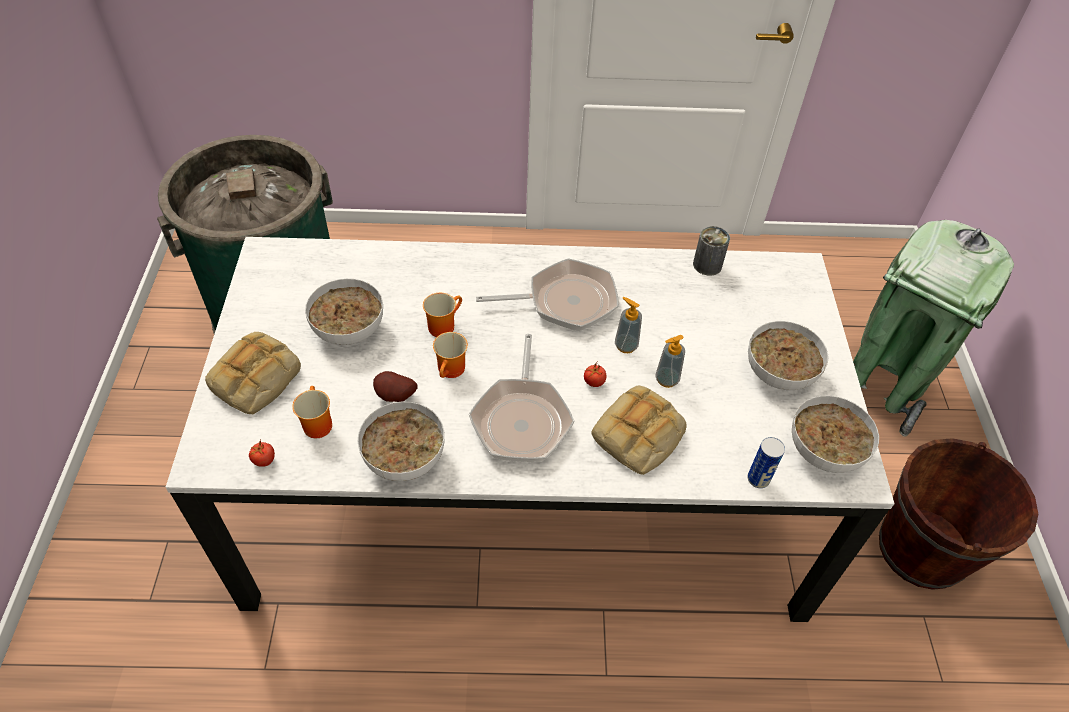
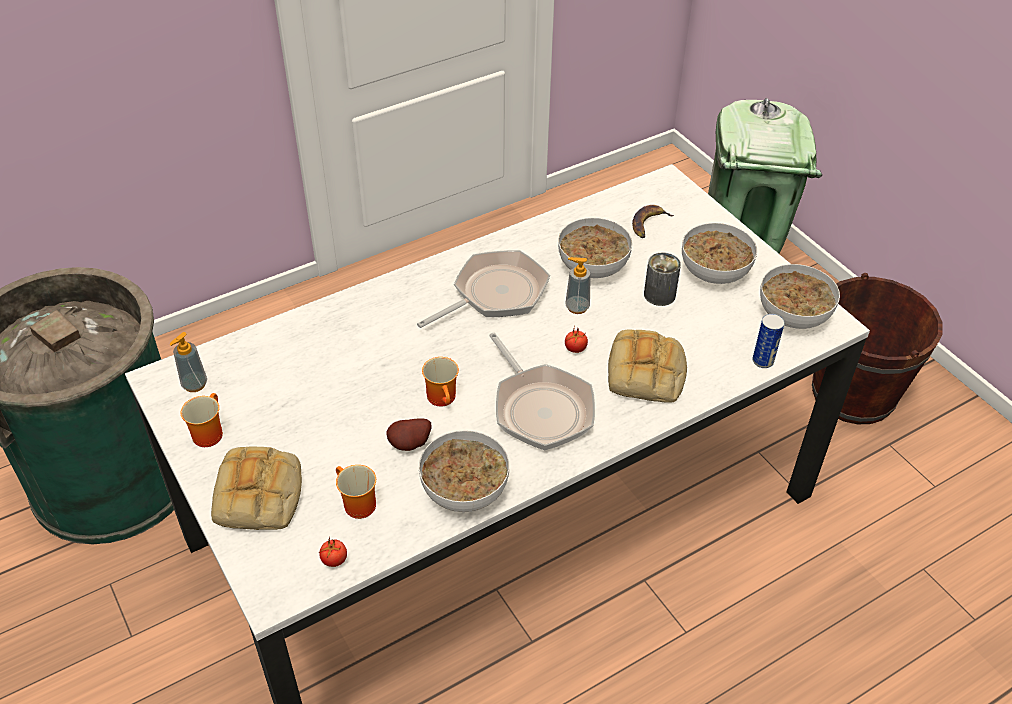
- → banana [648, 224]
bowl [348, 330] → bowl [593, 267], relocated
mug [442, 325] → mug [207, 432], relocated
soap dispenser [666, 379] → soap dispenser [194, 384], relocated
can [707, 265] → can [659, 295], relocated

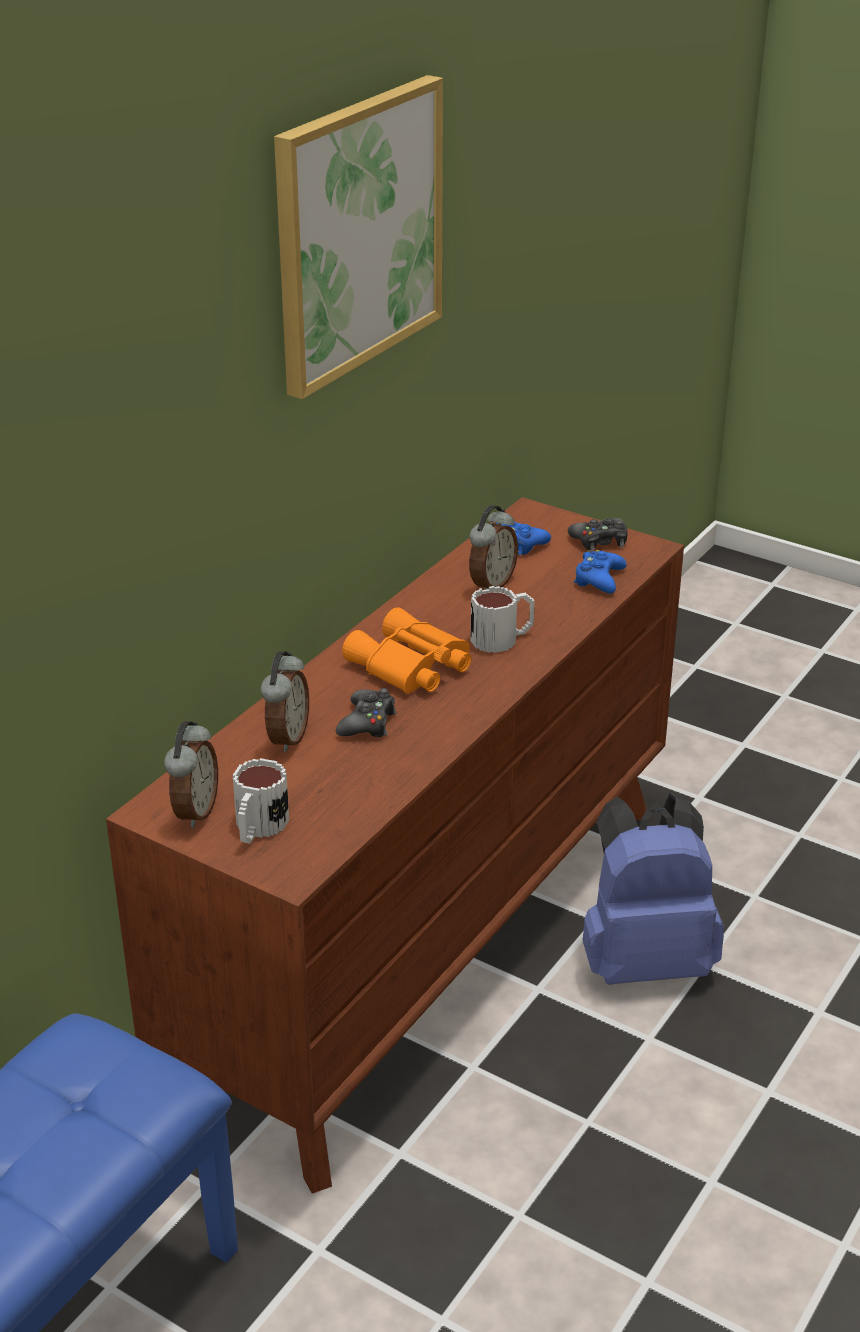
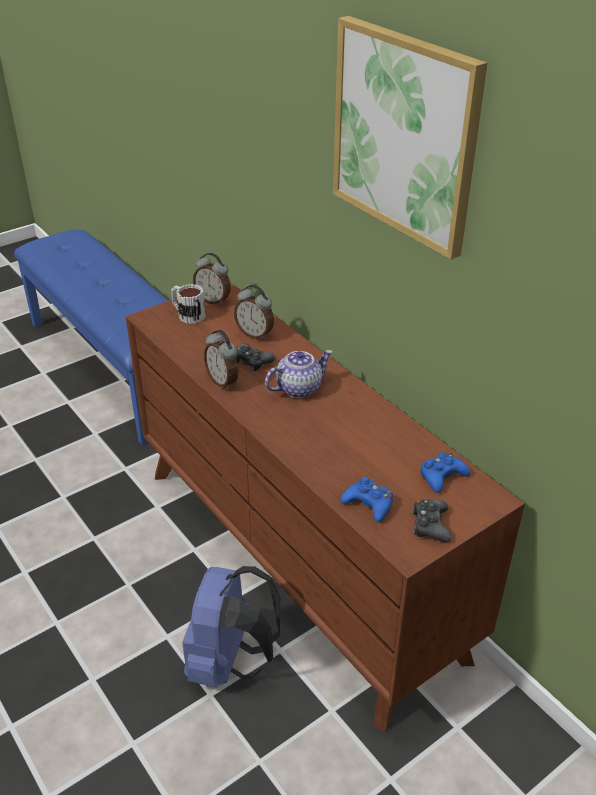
mug [502, 638] → -
alarm clock [491, 584] → alarm clock [223, 381], relocated
orange binoculars [410, 667] → teapot [299, 388]

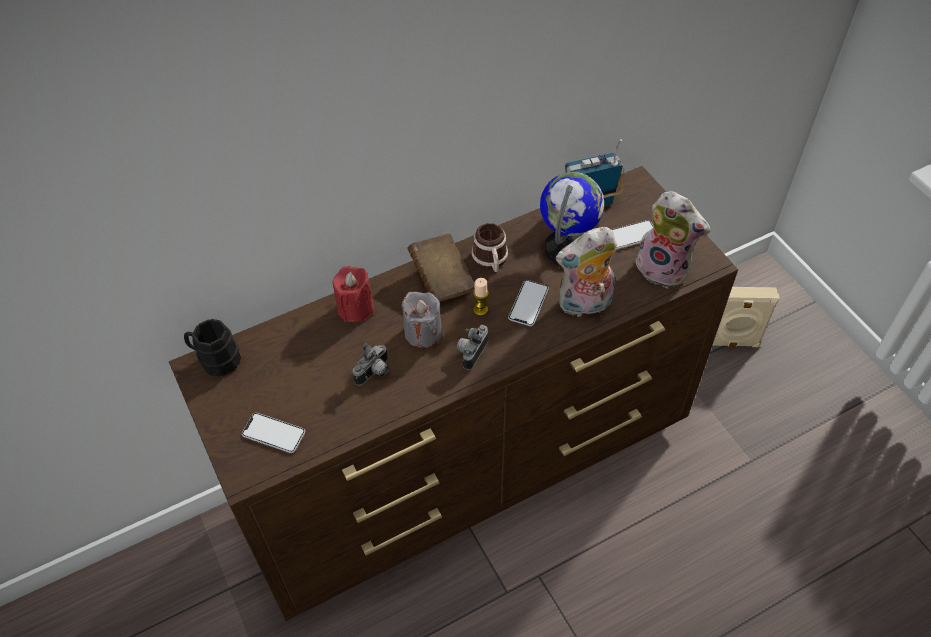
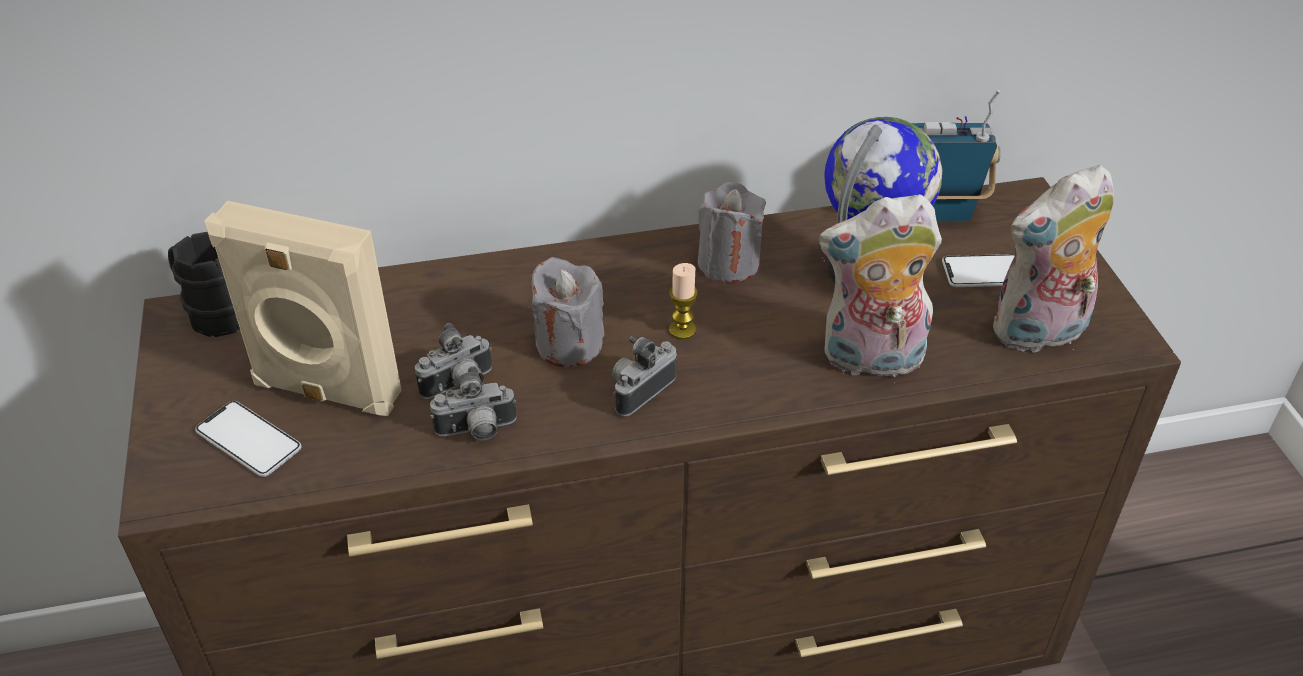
red candle [355, 308] → -
brown book [441, 279] → -
phone [528, 303] → -
- → photo camera [477, 431]
beige speaker [730, 342] → beige speaker [325, 392], relocated
mug [490, 261] → grey candle [728, 263]
plush toy [664, 269] → plush toy [1038, 334], 105 degrees clockwise

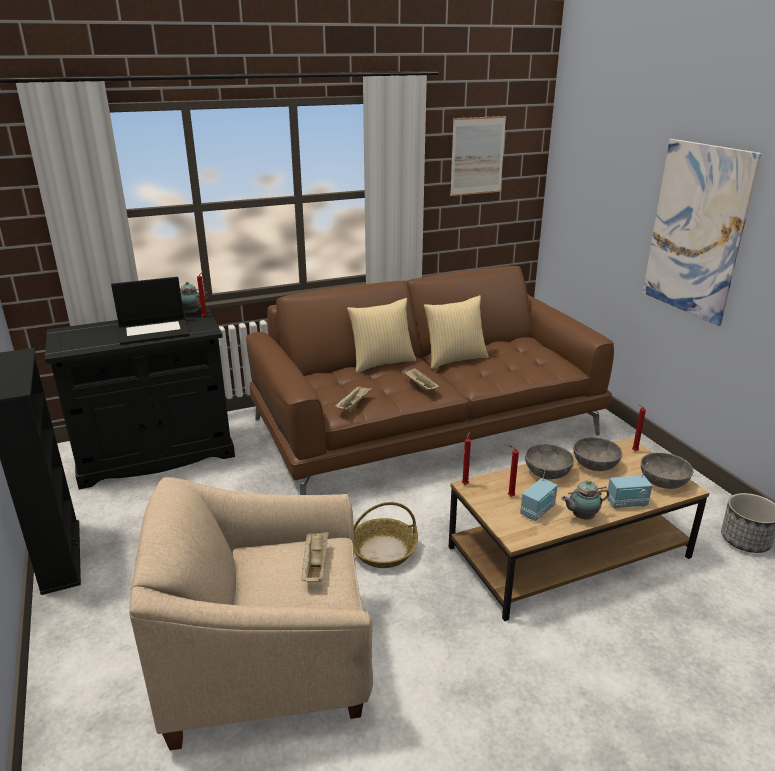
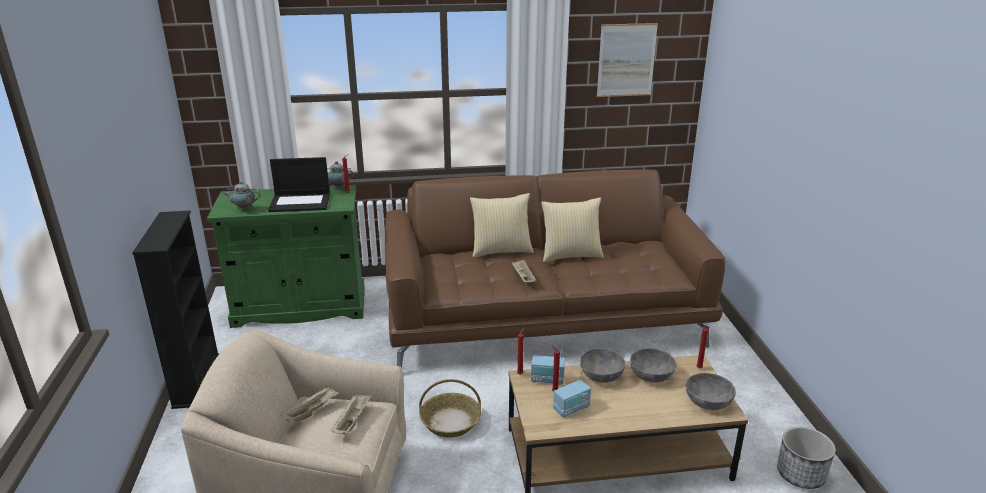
picture [696, 231] → -
beige tray [353, 405] → beige tray [311, 411], relocated
teapot [581, 517] → teapot [244, 210], relocated
radio [626, 503] → radio [547, 380], relocated
black cabinet [156, 455] → green cabinet [300, 307]

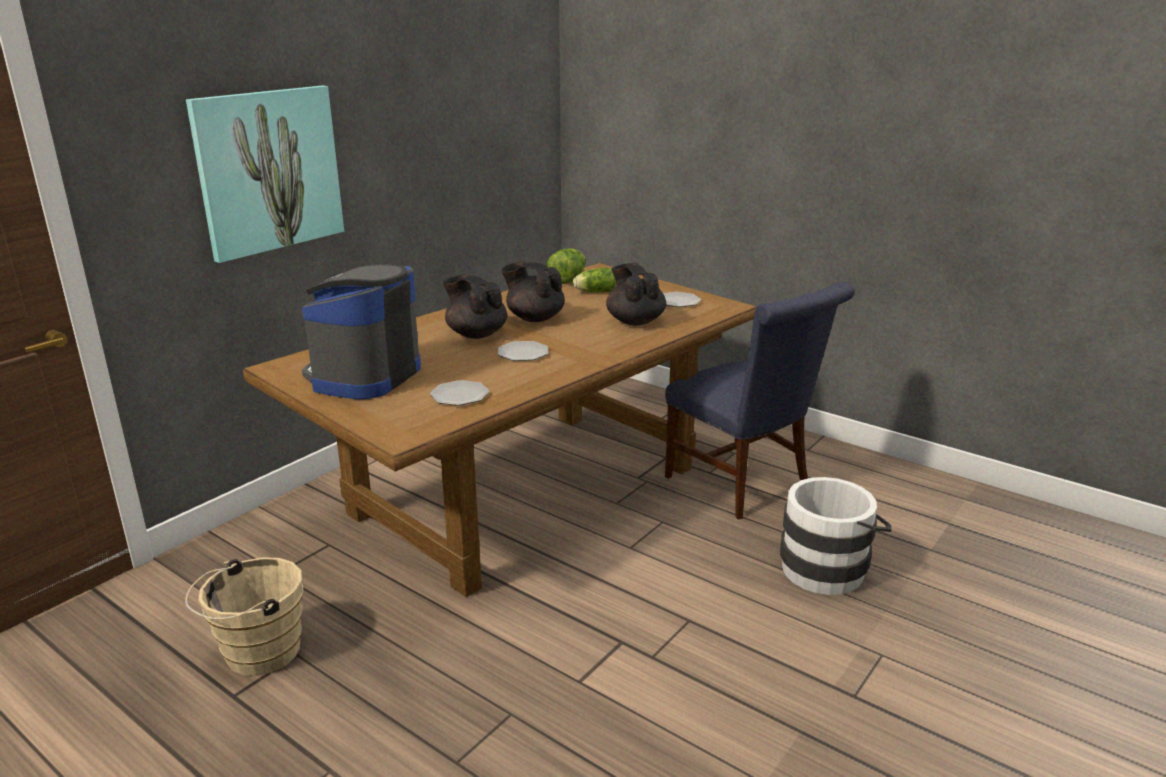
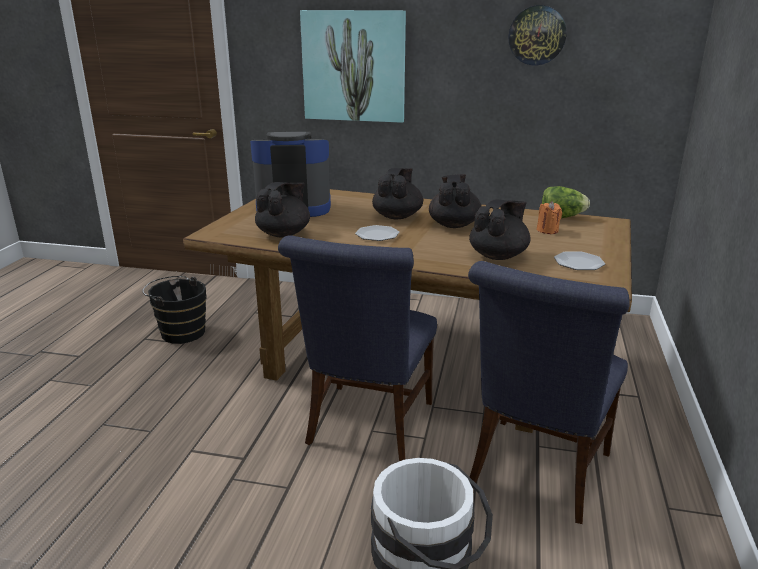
- → blue chair [367, 427]
- → wall clock [537, 35]
plate [460, 395] → black teapot [284, 234]
lettuce [594, 292] → orange candle [547, 230]
beige bucket [256, 653] → black bucket [180, 332]

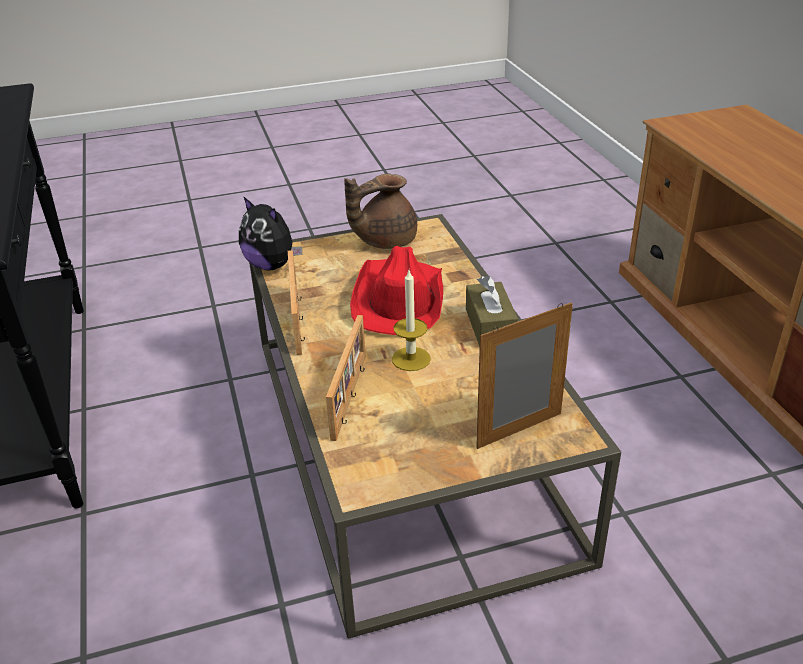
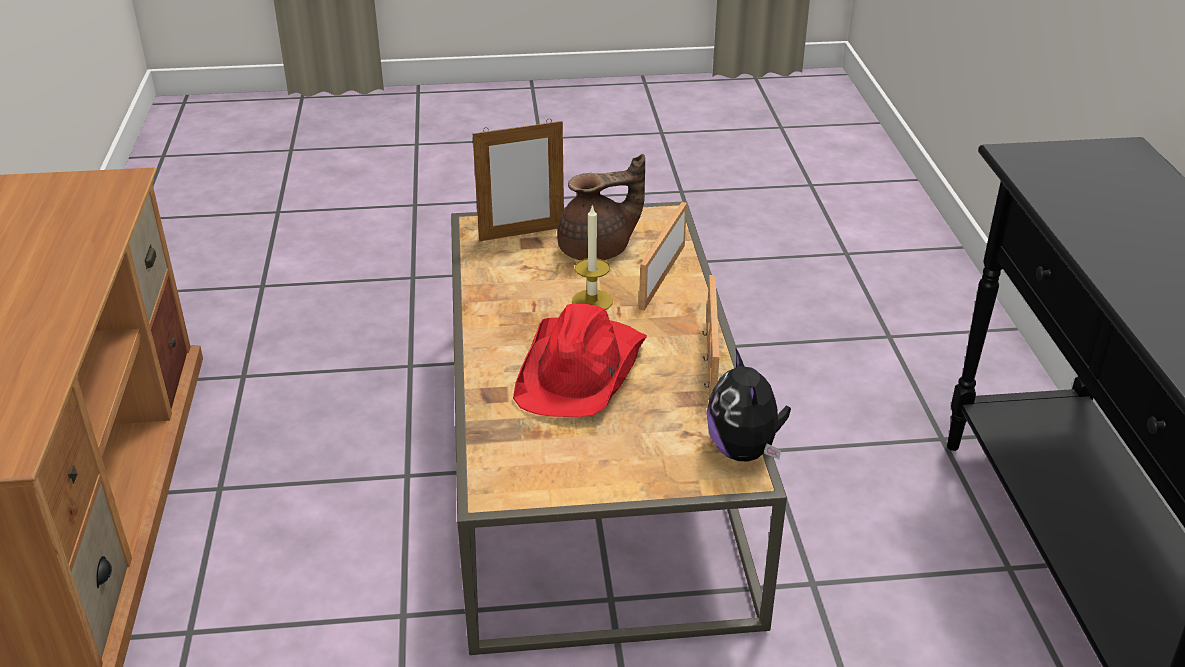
brown tissue box [490, 326] → -
brown teapot [384, 240] → brown teapot [598, 250], relocated
plush toy [272, 265] → plush toy [744, 450], 150 degrees counterclockwise

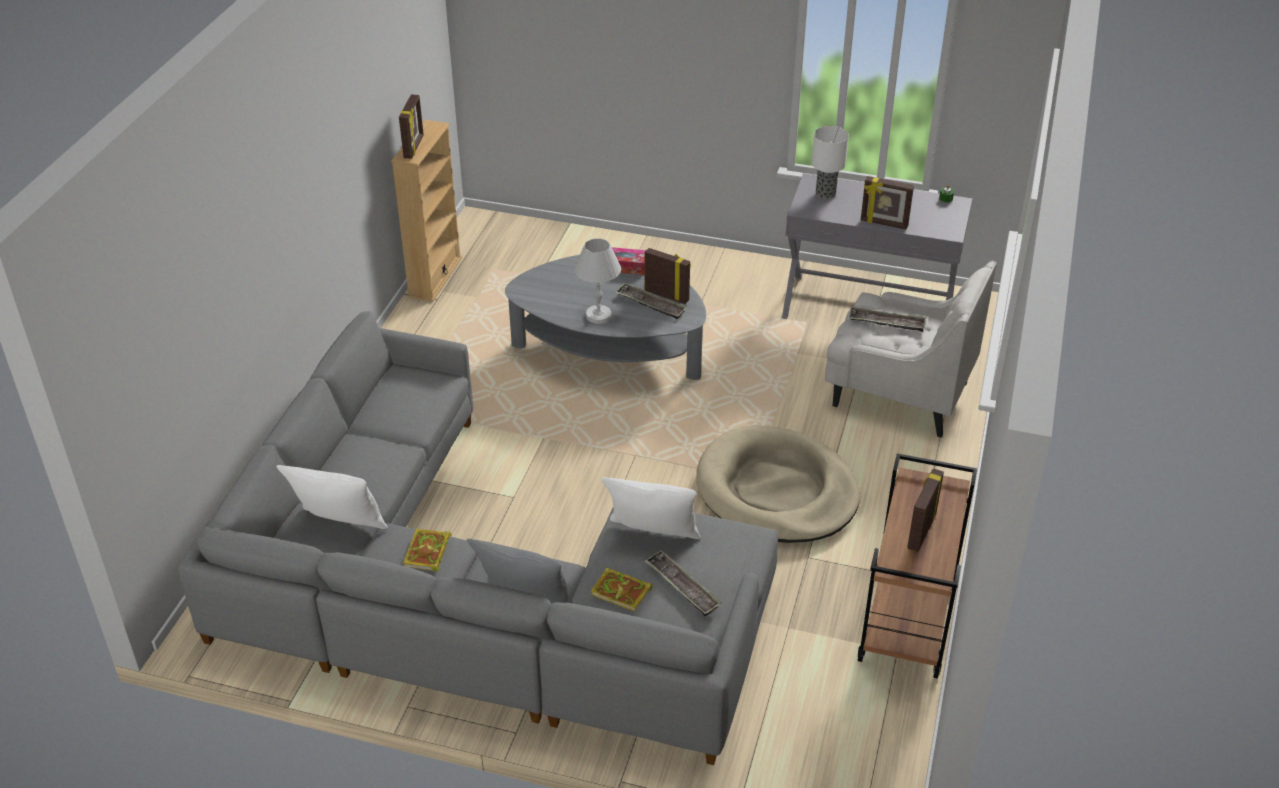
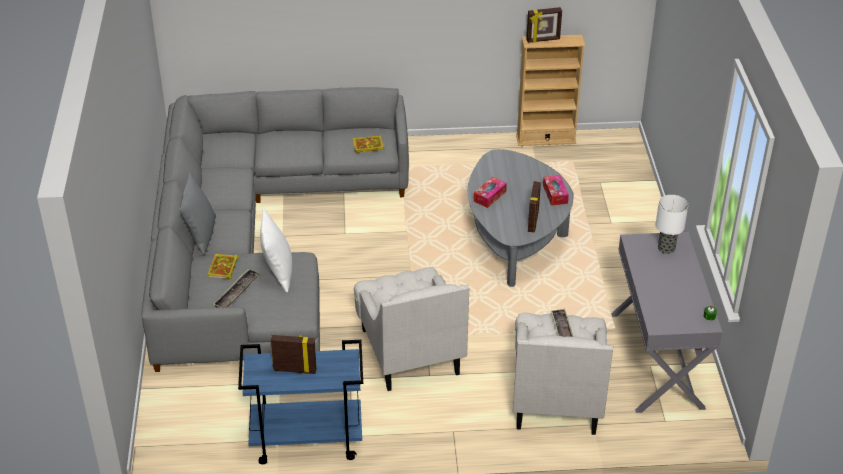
white pillow [339, 527] → -
tray [650, 304] → -
picture frame [884, 223] → -
book [427, 553] → book [367, 146], relocated
white table lamp [599, 315] → tissue box [489, 196]
beige dog bed [777, 491] → white armchair [409, 350]
brown cart [907, 624] → blue cart [305, 441]

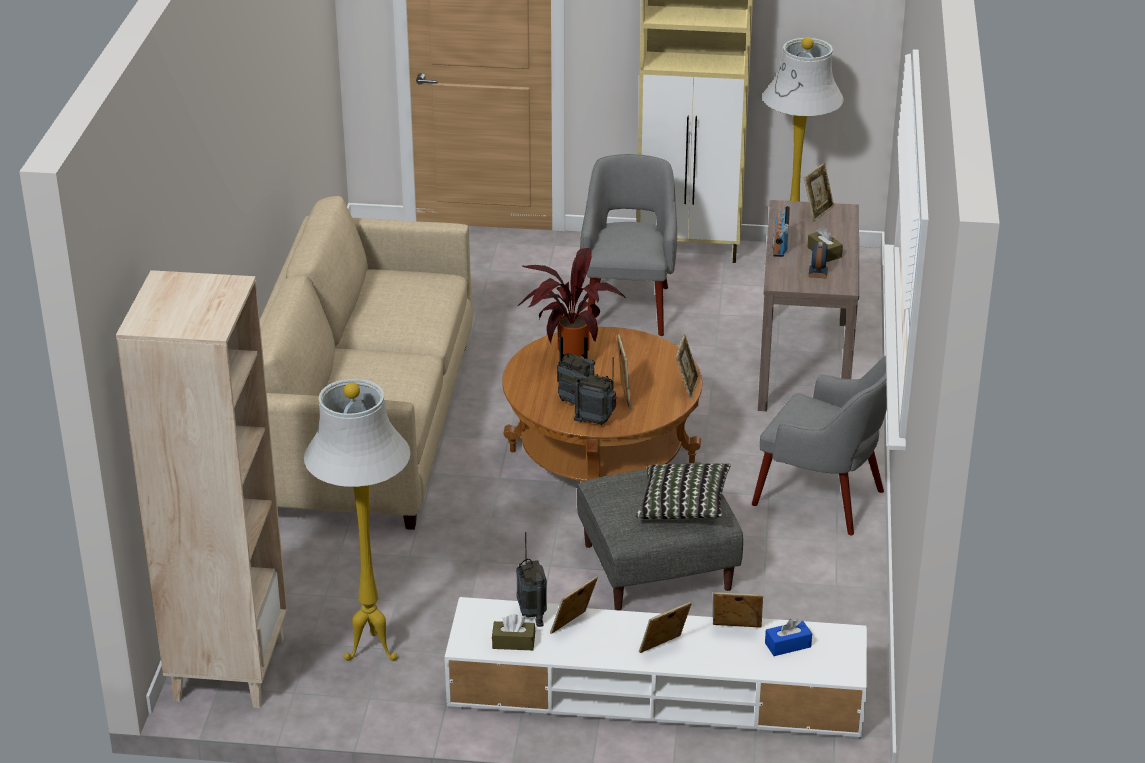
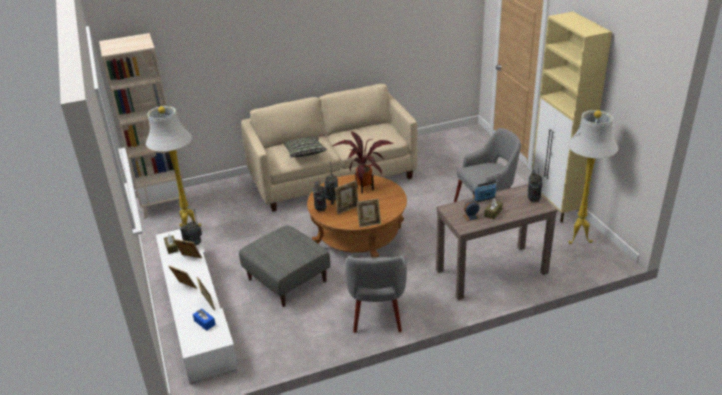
pillow [683, 506] → pillow [305, 154], relocated
picture frame [817, 211] → radio [533, 199]

